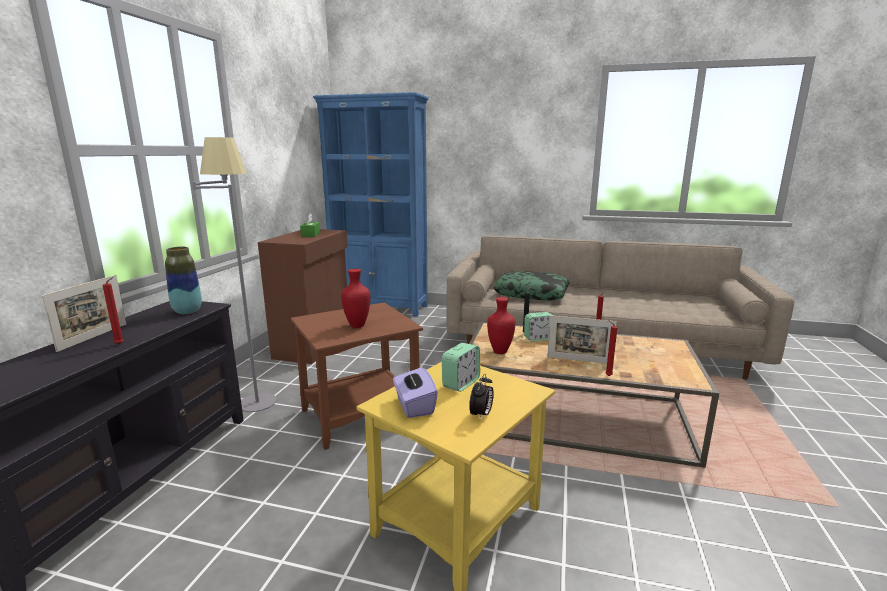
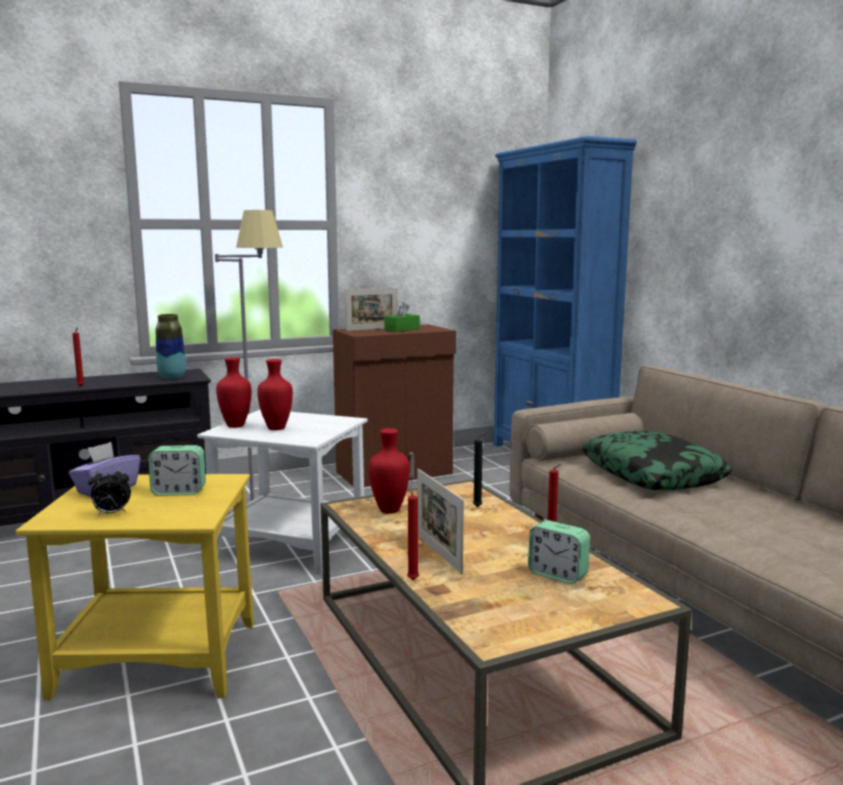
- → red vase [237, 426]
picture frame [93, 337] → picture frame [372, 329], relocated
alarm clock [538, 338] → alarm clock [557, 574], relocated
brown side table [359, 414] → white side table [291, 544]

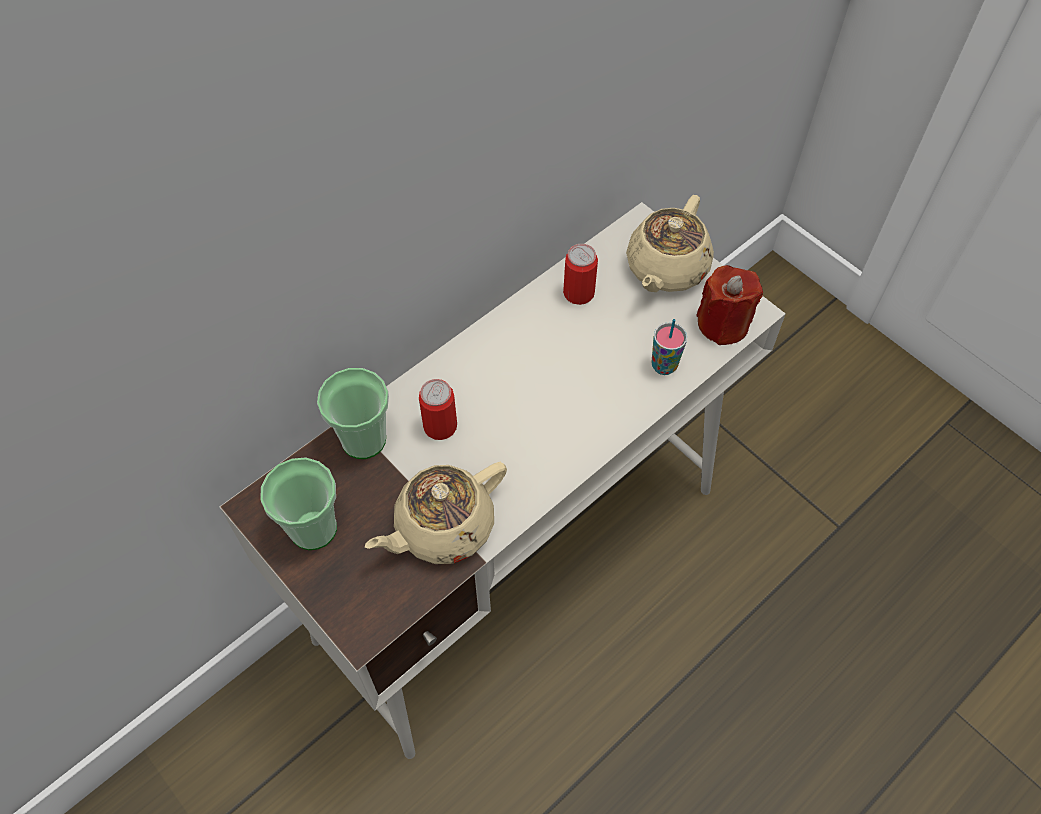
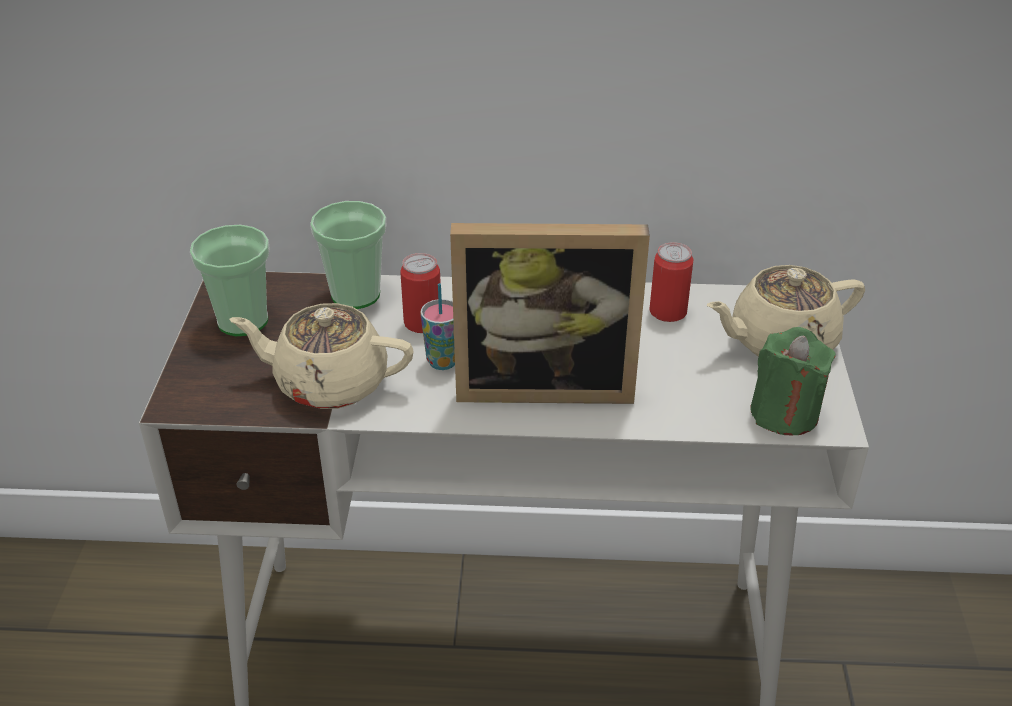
- → picture frame [544, 383]
cup [664, 366] → cup [442, 362], relocated
red candle [723, 324] → green candle [784, 413]

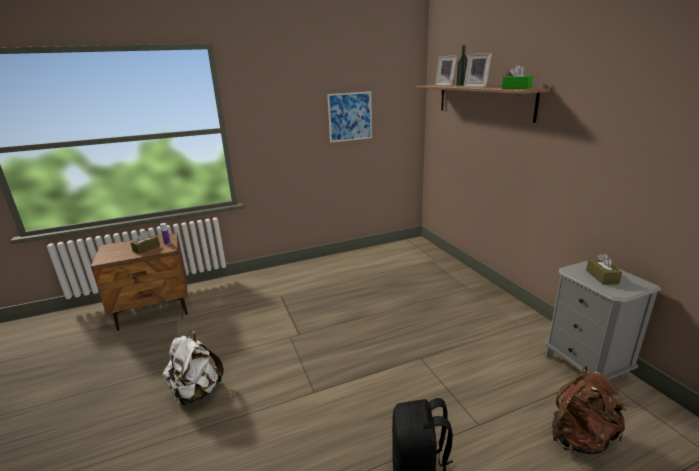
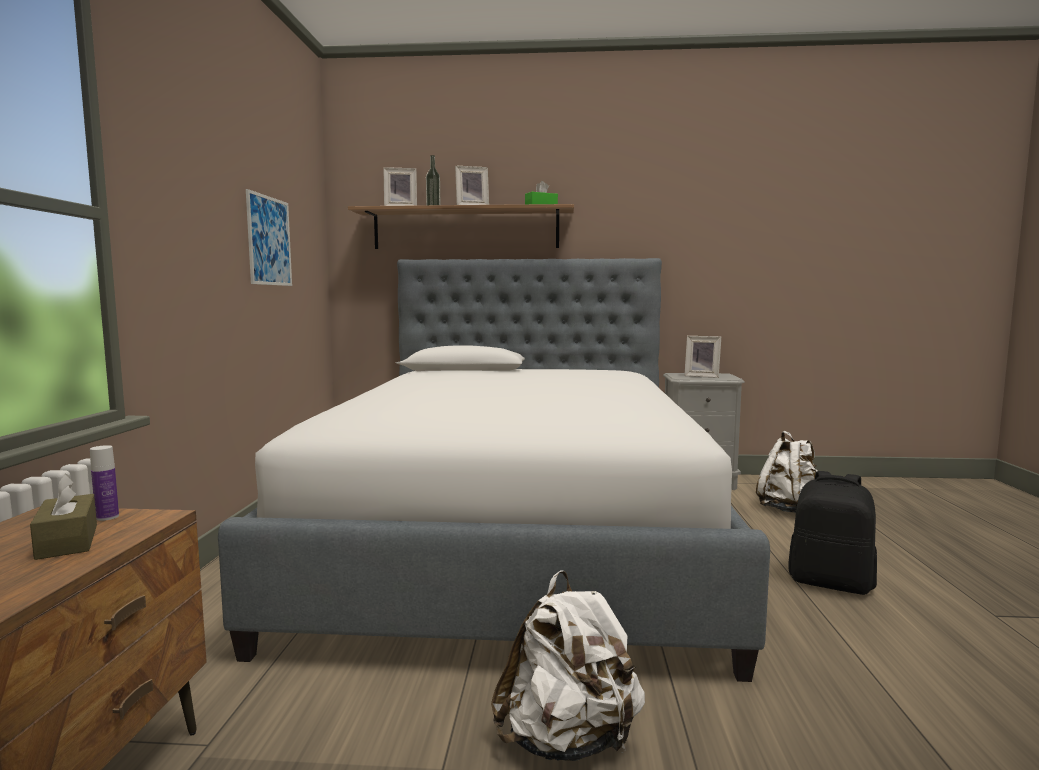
- → bed [514, 536]
brown tissue box [602, 277] → picture frame [702, 376]
brown backpack [580, 438] → white backpack [790, 510]

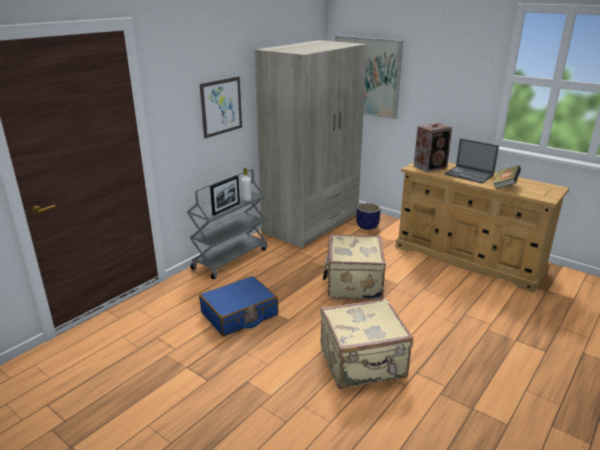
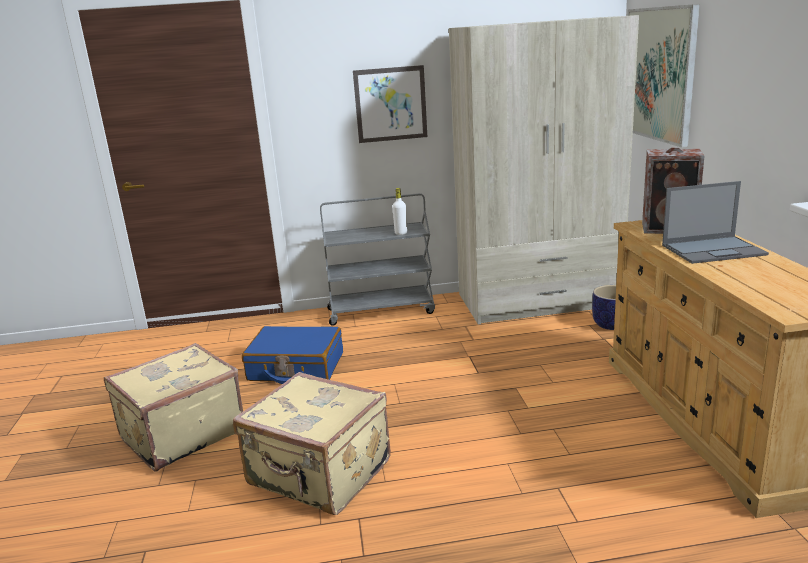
picture frame [226, 209] → -
book [505, 186] → -
beige suitcase [352, 284] → beige suitcase [181, 434], relocated
laptop [469, 175] → laptop [714, 250], 90 degrees counterclockwise

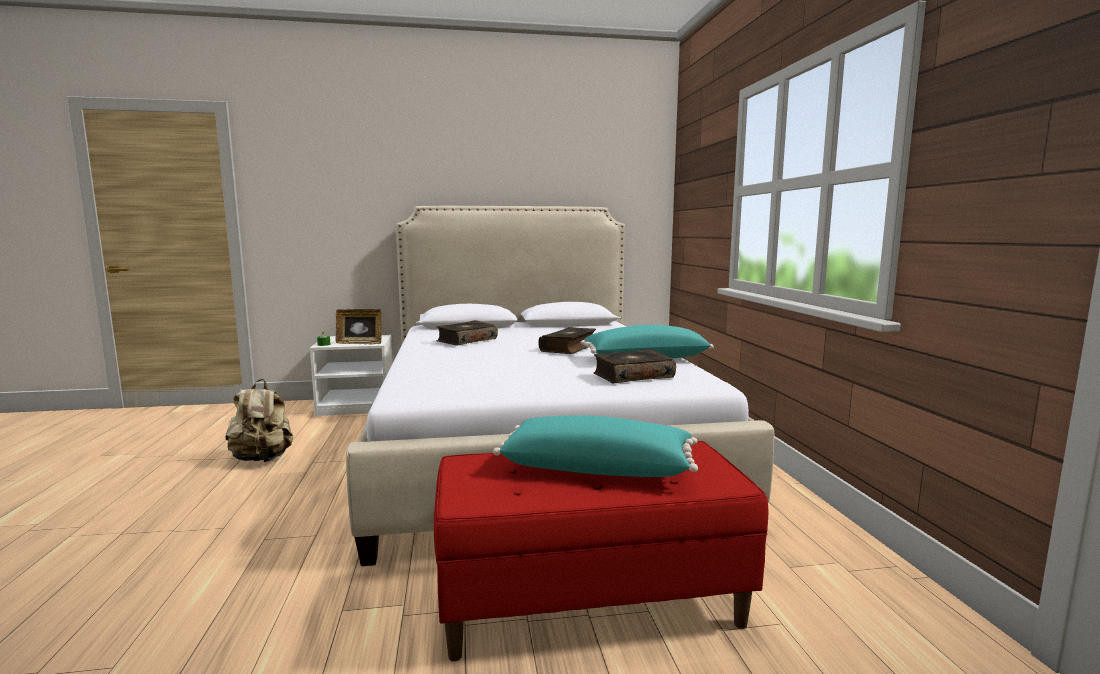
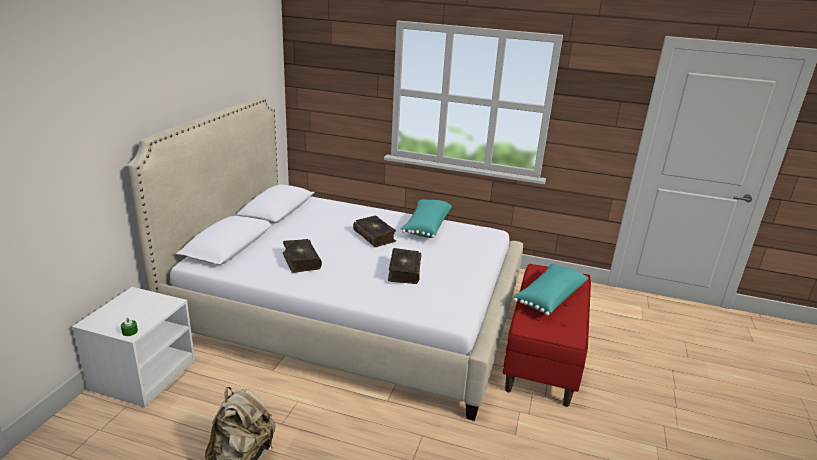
picture frame [360, 343] → -
book [632, 376] → book [403, 272], relocated

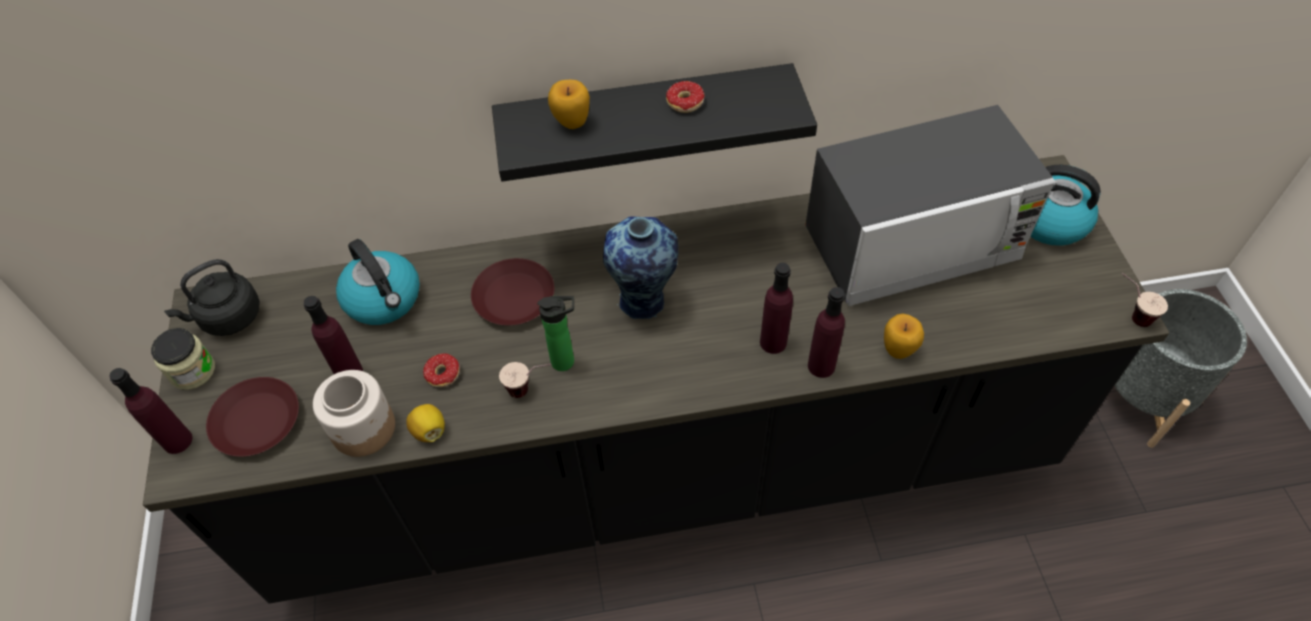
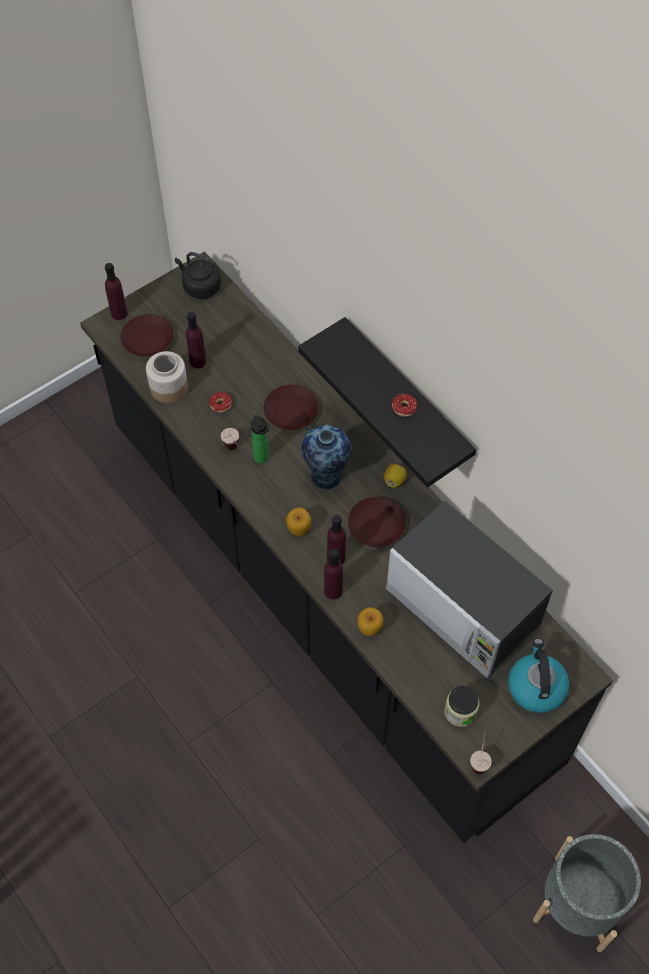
kettle [384, 299] → -
- → brown plate [377, 525]
jar [193, 371] → jar [460, 712], relocated
lemon [429, 430] → lemon [394, 480], relocated
apple [572, 122] → apple [299, 529], relocated

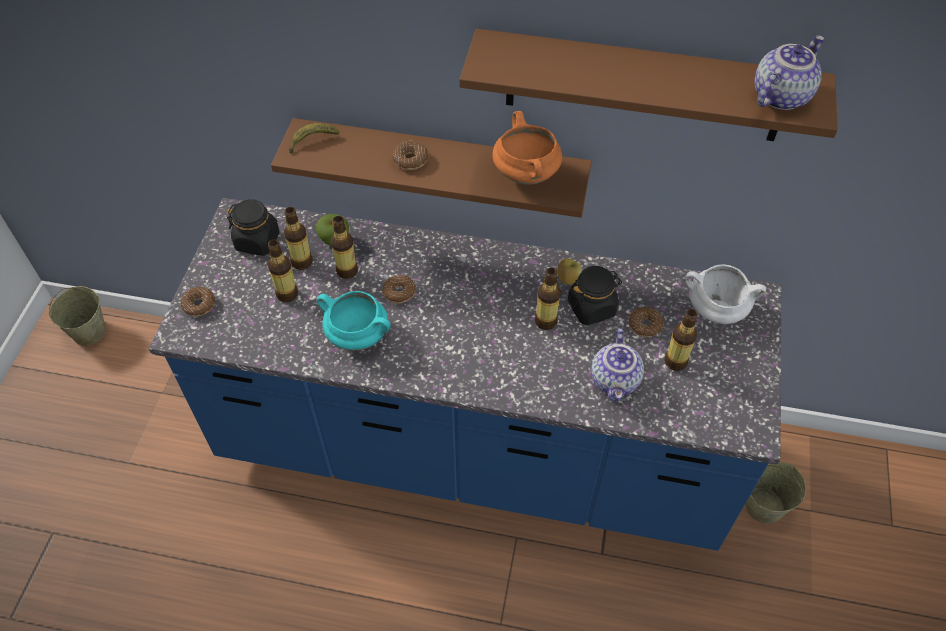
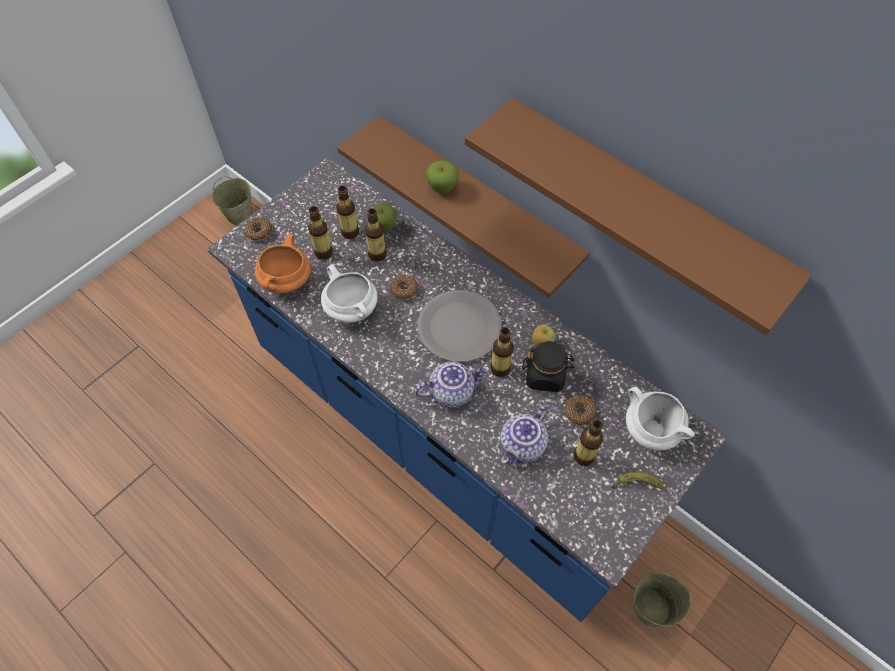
black jar [258, 241] → -
- → grey plate [459, 327]
banana [312, 141] → banana [635, 483], relocated
orange cooking pot [527, 174] → orange cooking pot [287, 282], relocated
teapot [780, 95] → teapot [451, 391], relocated
donut [411, 160] → apple [442, 187]
turquoise cooking pot [359, 335] → white cooking pot [352, 309]

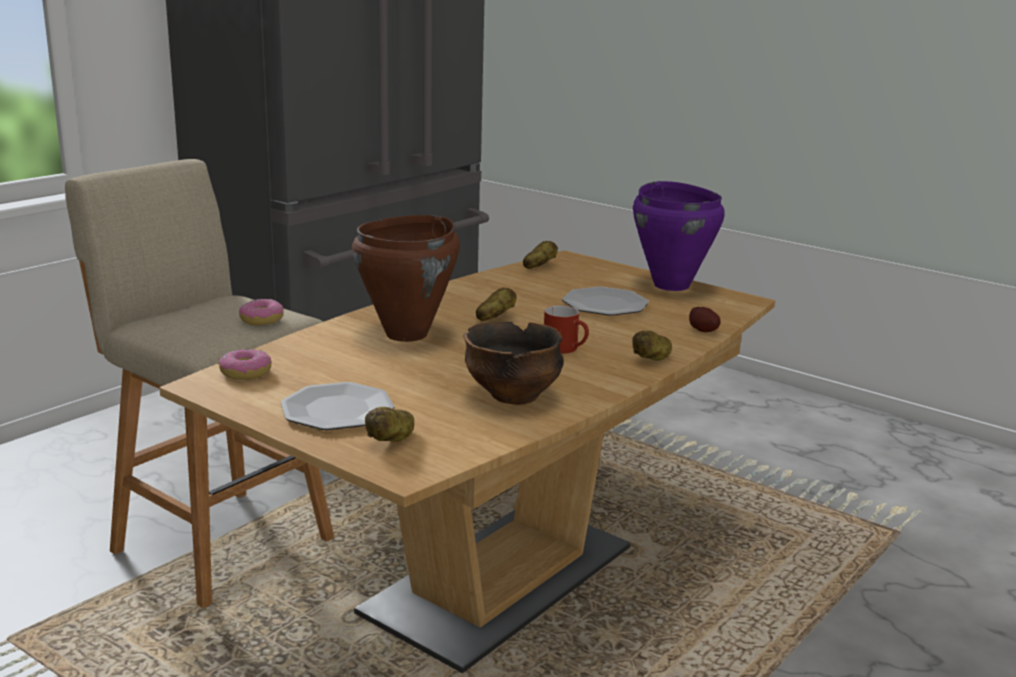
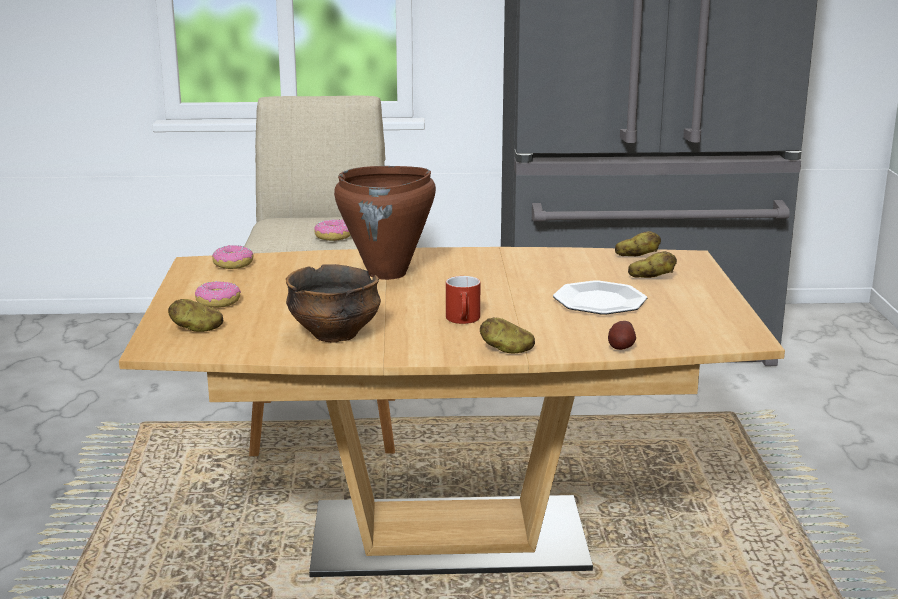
purple cooking pot [671, 285] → -
potato [494, 317] → potato [651, 278], relocated
plate [337, 410] → donut [218, 302]

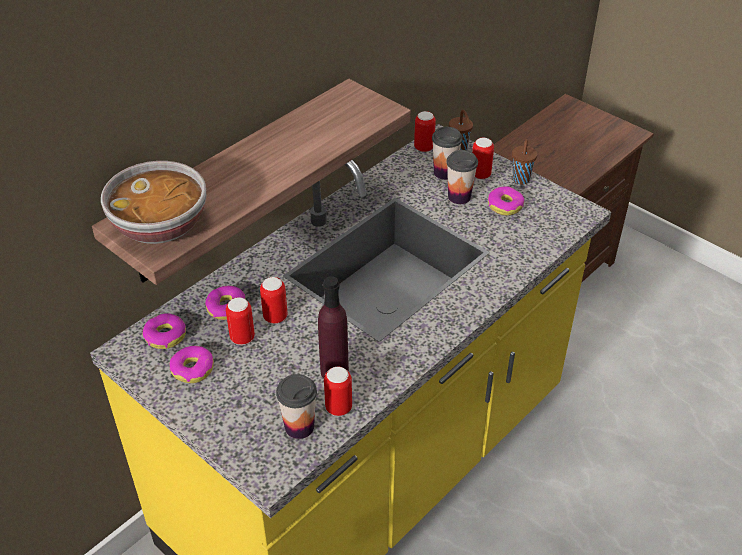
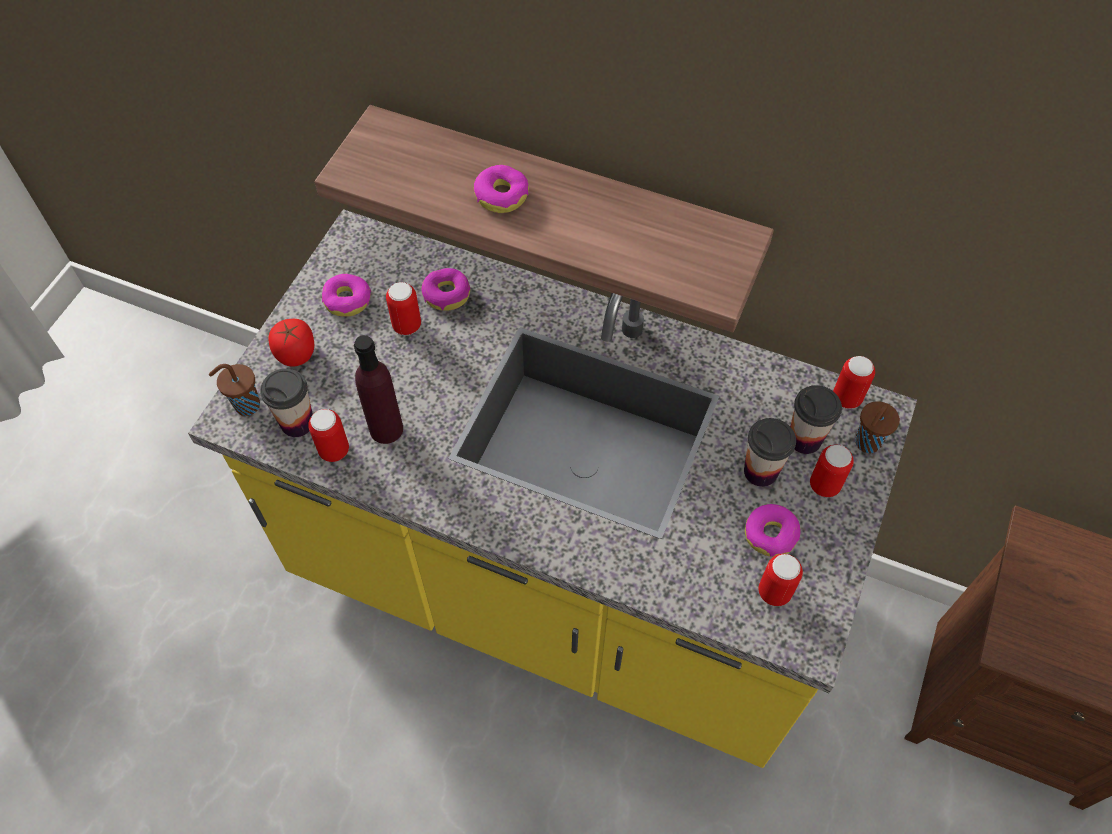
bowl [161, 226] → -
- → tomato [296, 353]
donut [165, 336] → donut [501, 195], relocated
can [275, 317] → can [774, 592], relocated
brown cup [520, 180] → brown cup [245, 406], relocated

